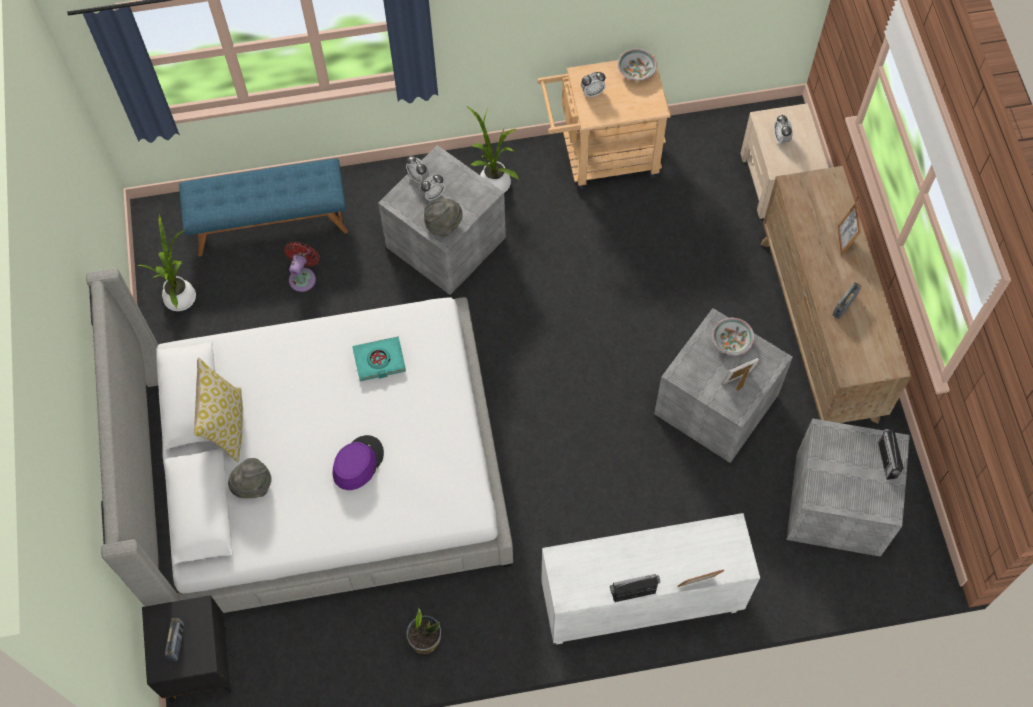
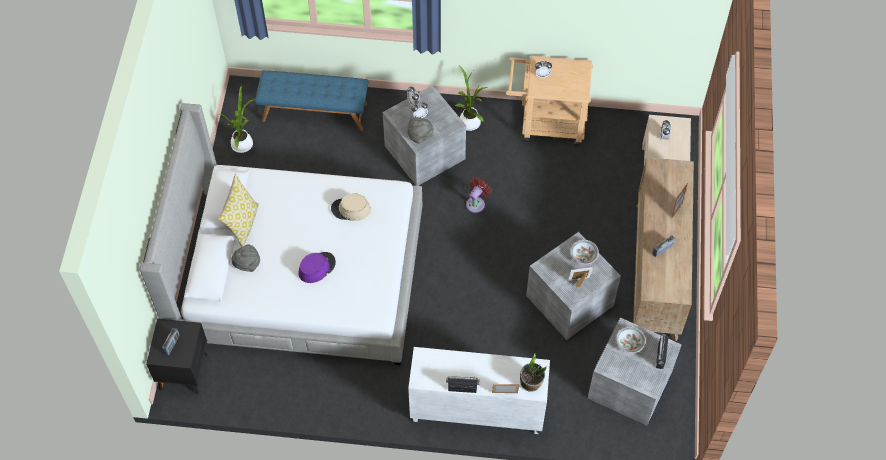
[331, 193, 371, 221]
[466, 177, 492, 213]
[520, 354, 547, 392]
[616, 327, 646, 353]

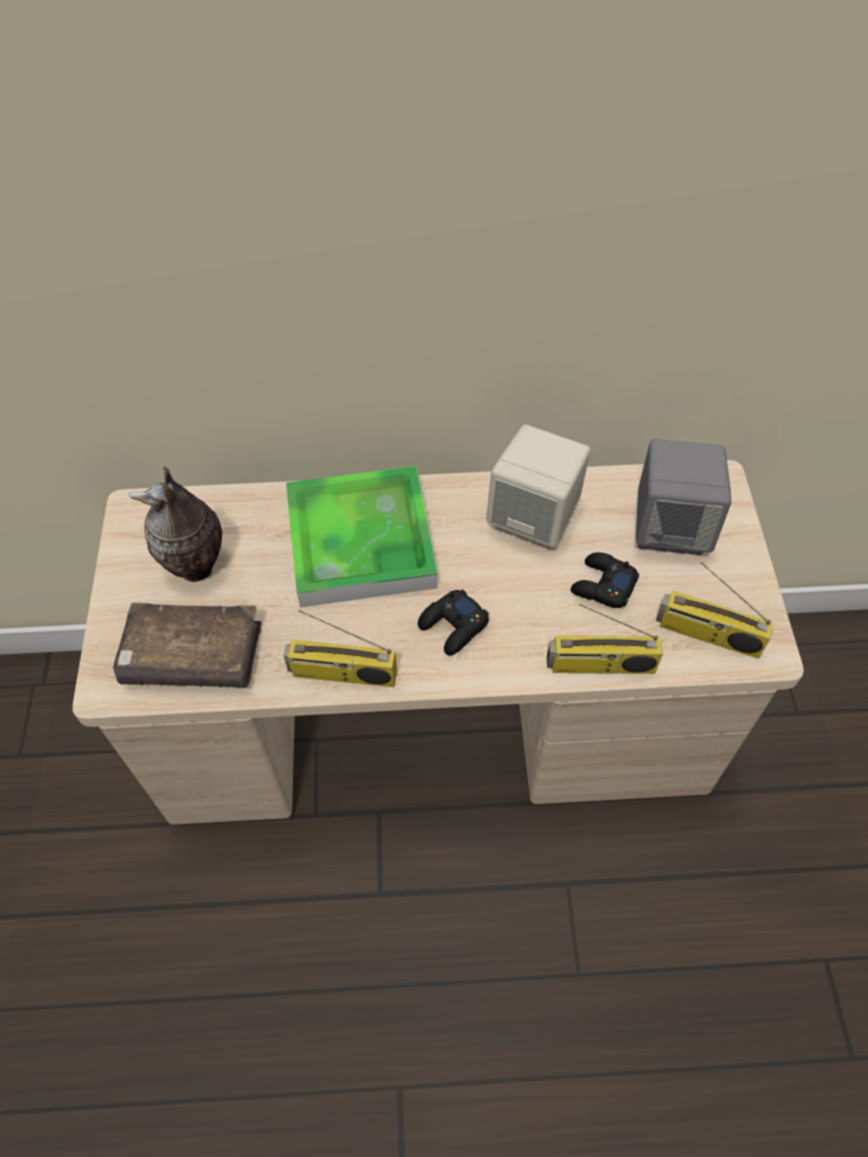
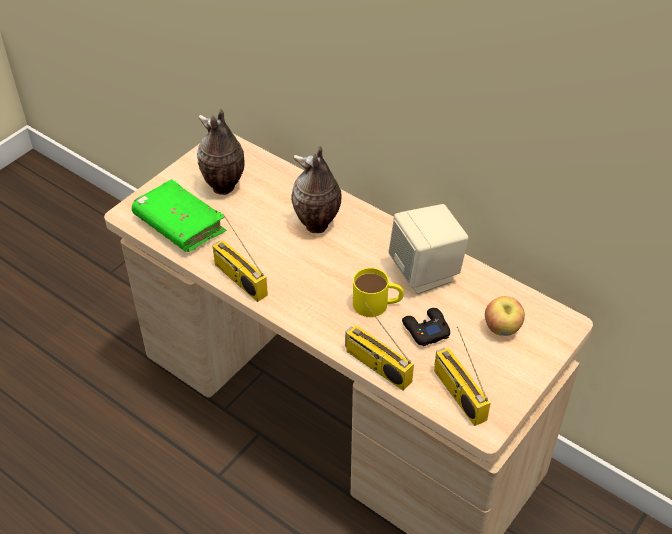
[132, 179, 226, 252]
[291, 145, 341, 233]
[353, 268, 404, 317]
[485, 296, 525, 336]
[418, 589, 489, 656] (first image)

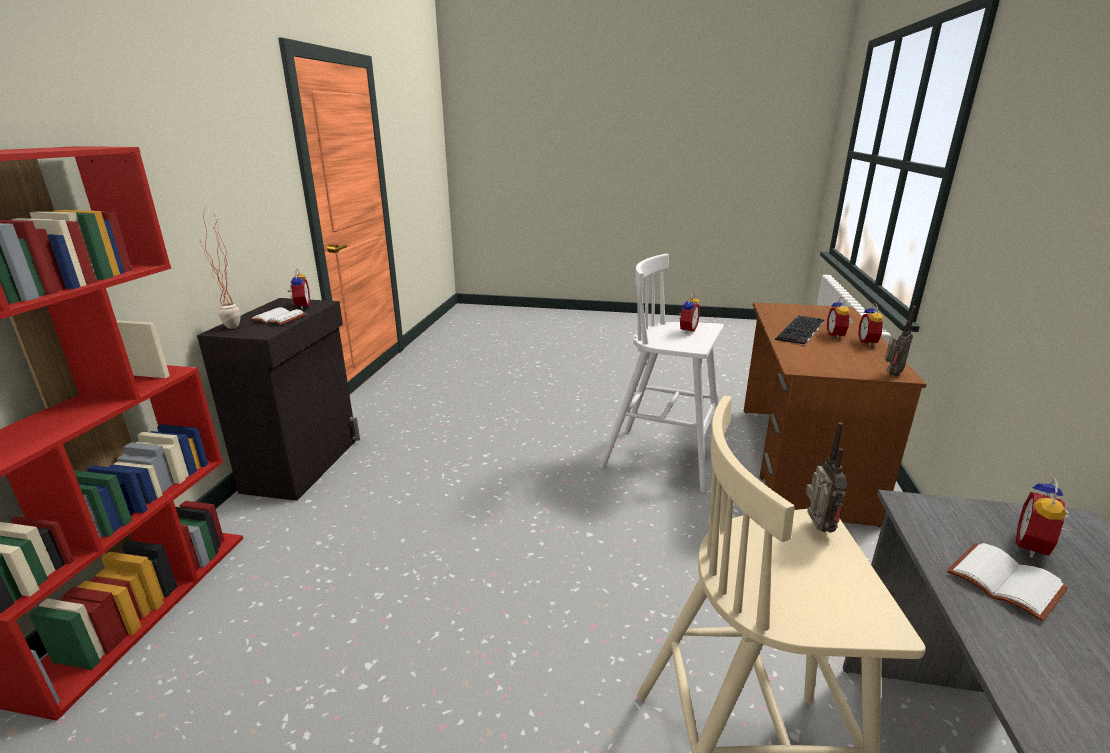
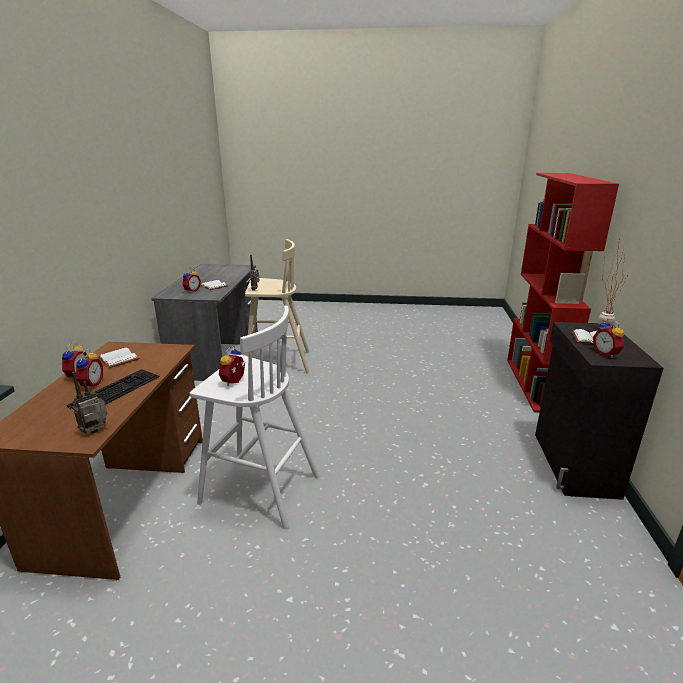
[72, 372, 107, 433]
[98, 348, 139, 368]

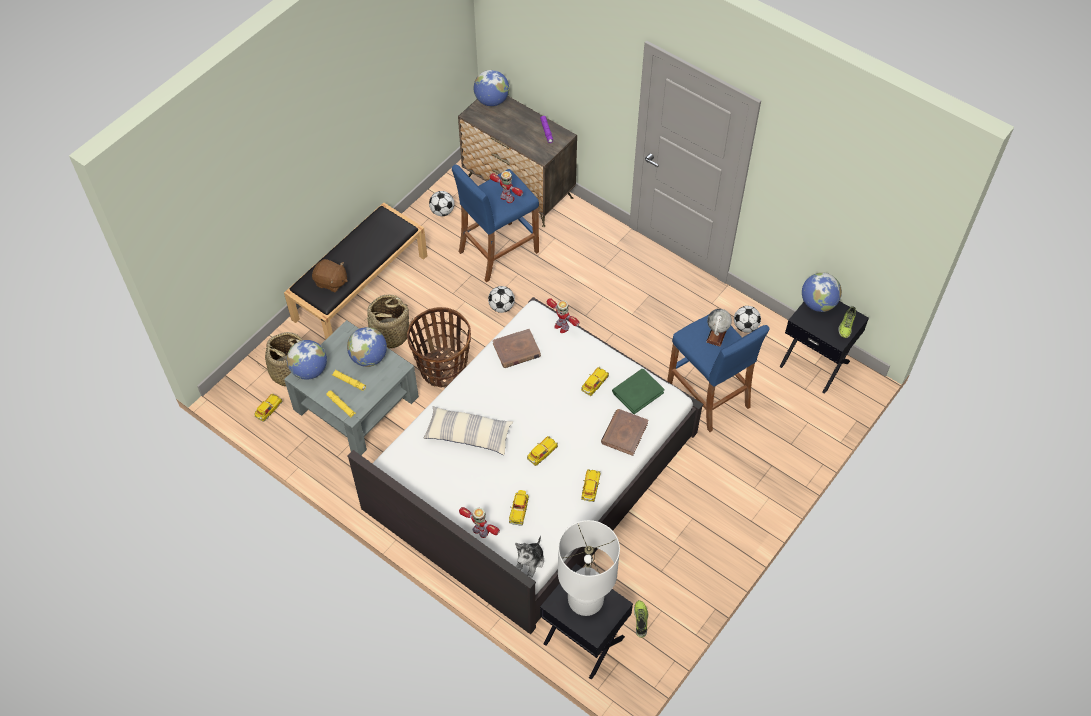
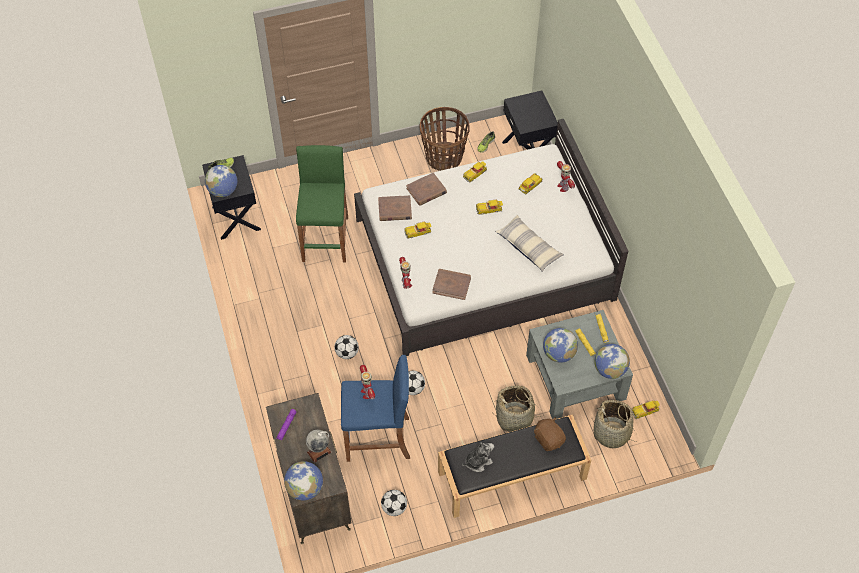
[296, 145, 348, 263]
[306, 430, 332, 463]
[334, 335, 359, 359]
[378, 195, 412, 221]
[419, 107, 470, 171]
[462, 442, 494, 472]
[558, 520, 620, 616] (first image)

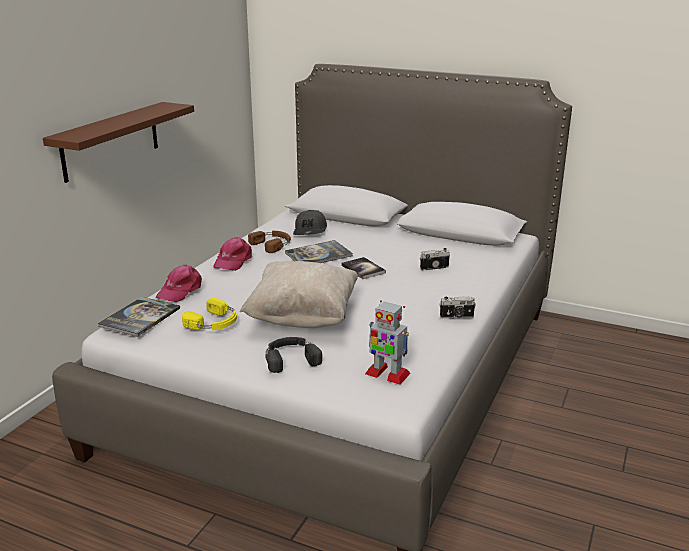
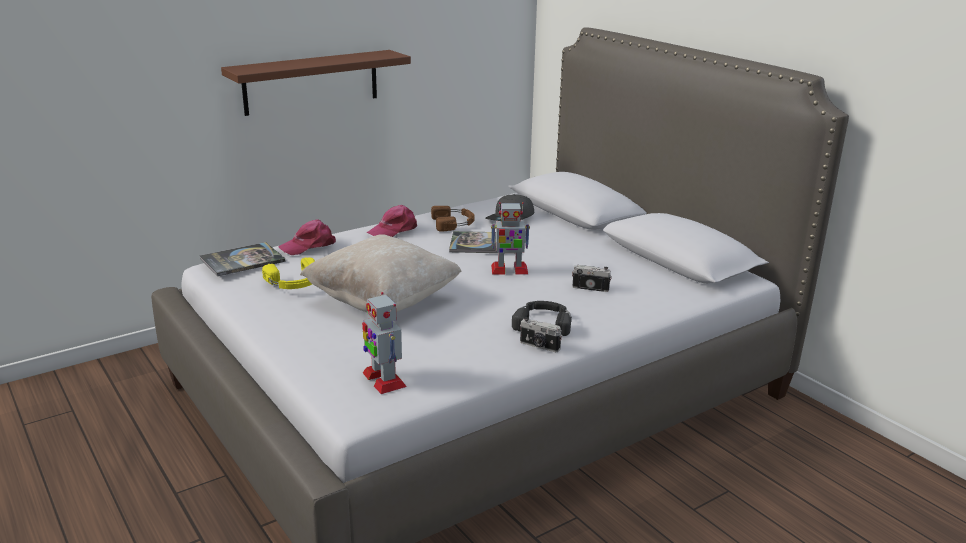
[491, 202, 530, 275]
[512, 301, 572, 336]

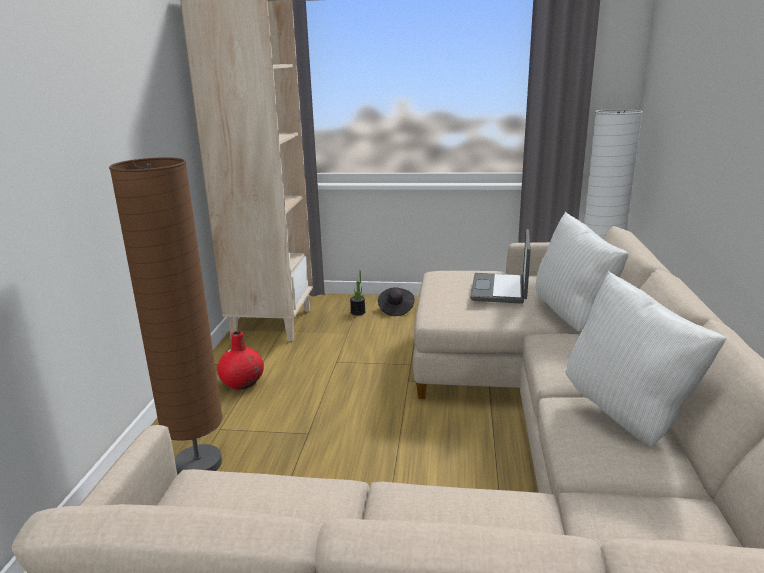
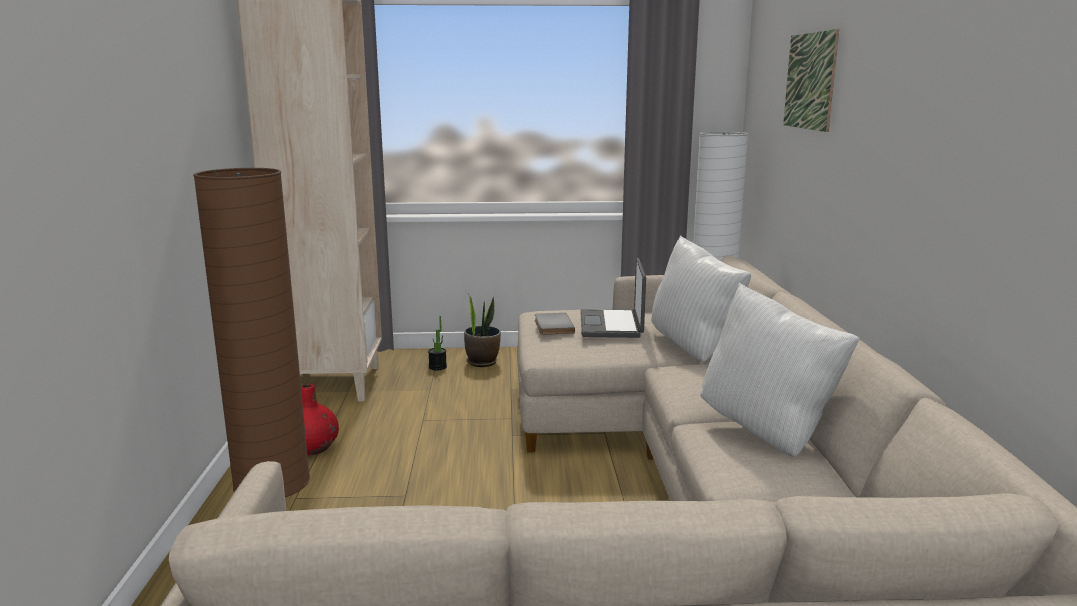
[464, 294, 501, 367]
[535, 313, 575, 335]
[783, 29, 839, 132]

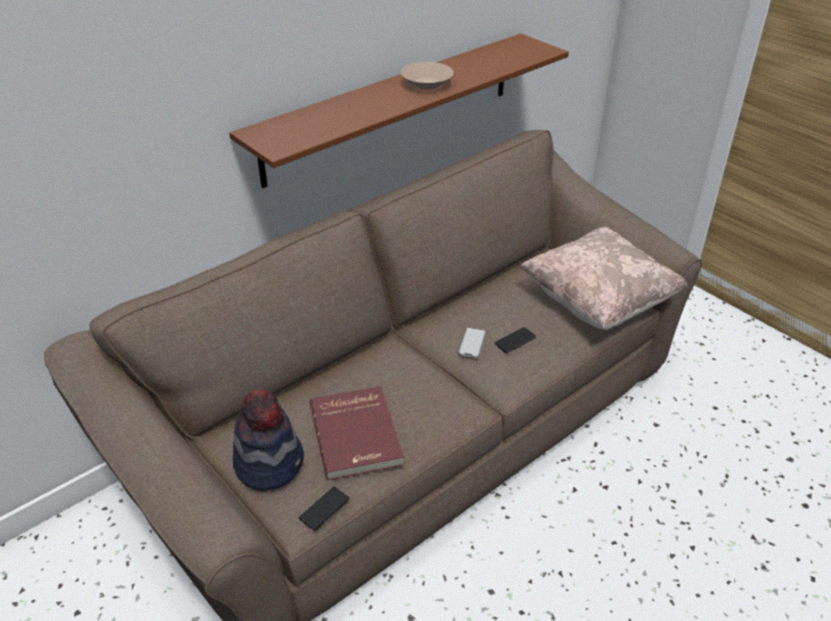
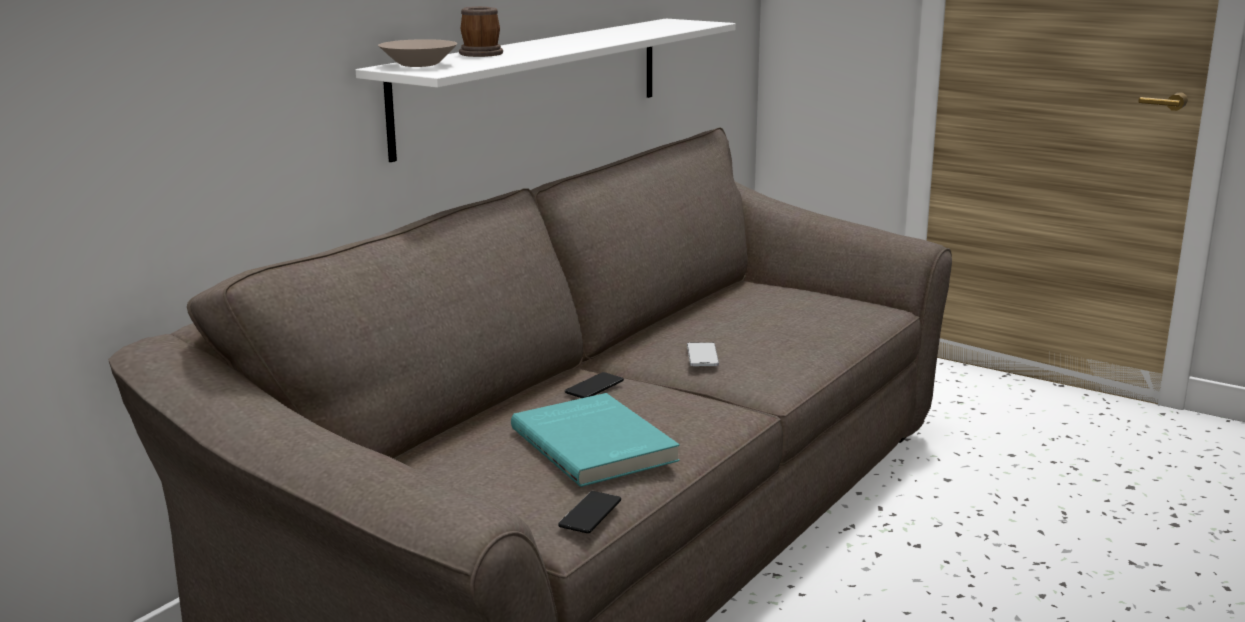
[356, 19, 736, 162]
[378, 39, 457, 67]
[459, 6, 503, 57]
[511, 393, 680, 487]
[565, 372, 624, 398]
[233, 389, 304, 491] (first image)
[520, 227, 687, 330] (first image)

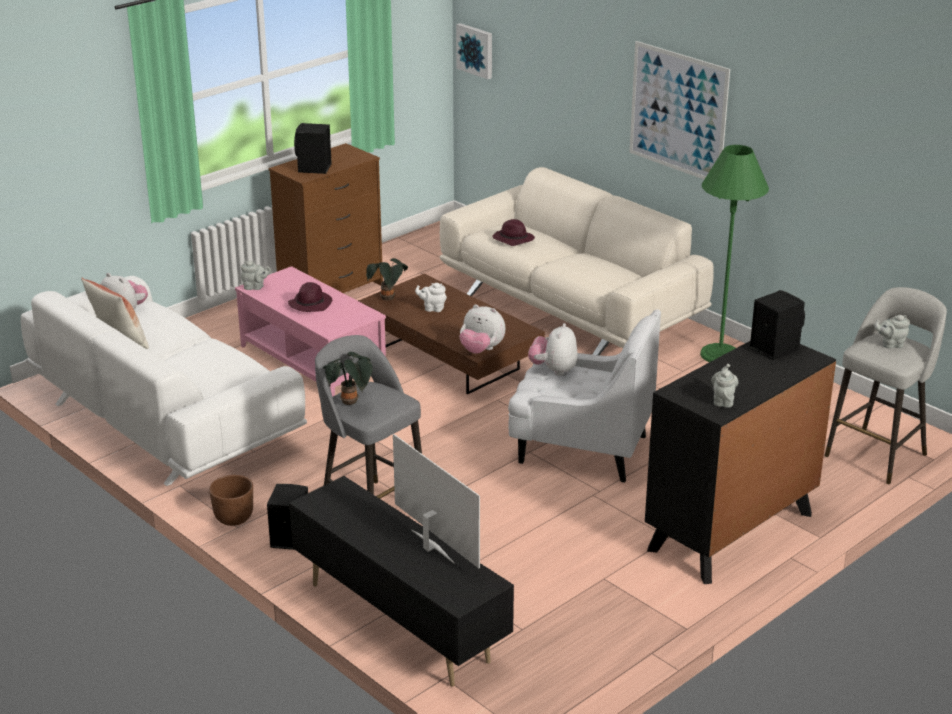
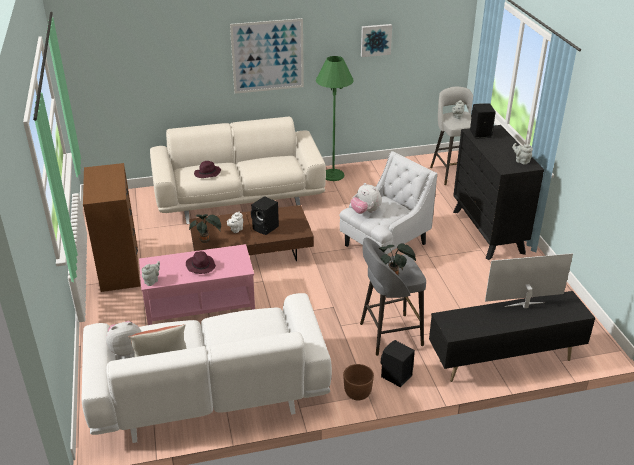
[251, 196, 279, 235]
[361, 24, 392, 57]
[460, 304, 505, 354] (first image)

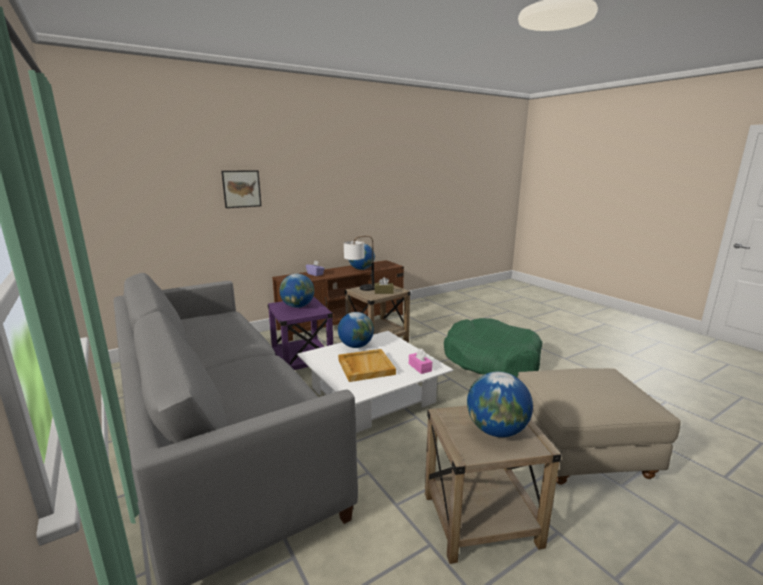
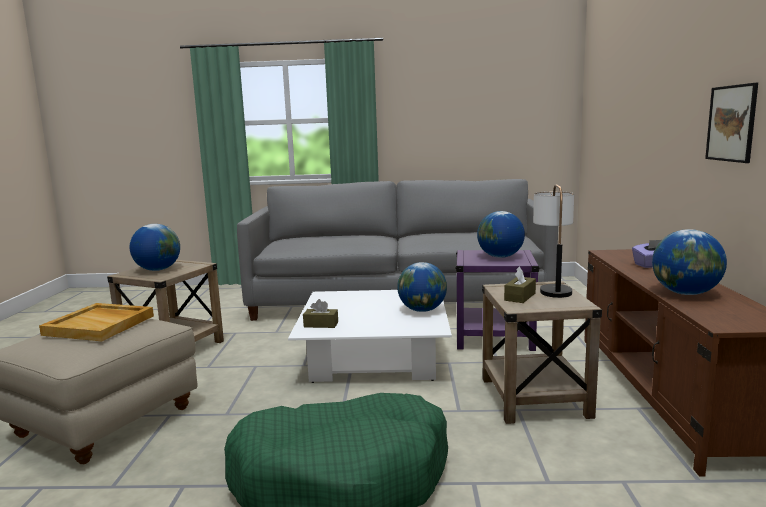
[39, 303, 154, 341]
[303, 299, 338, 328]
[705, 83, 758, 163]

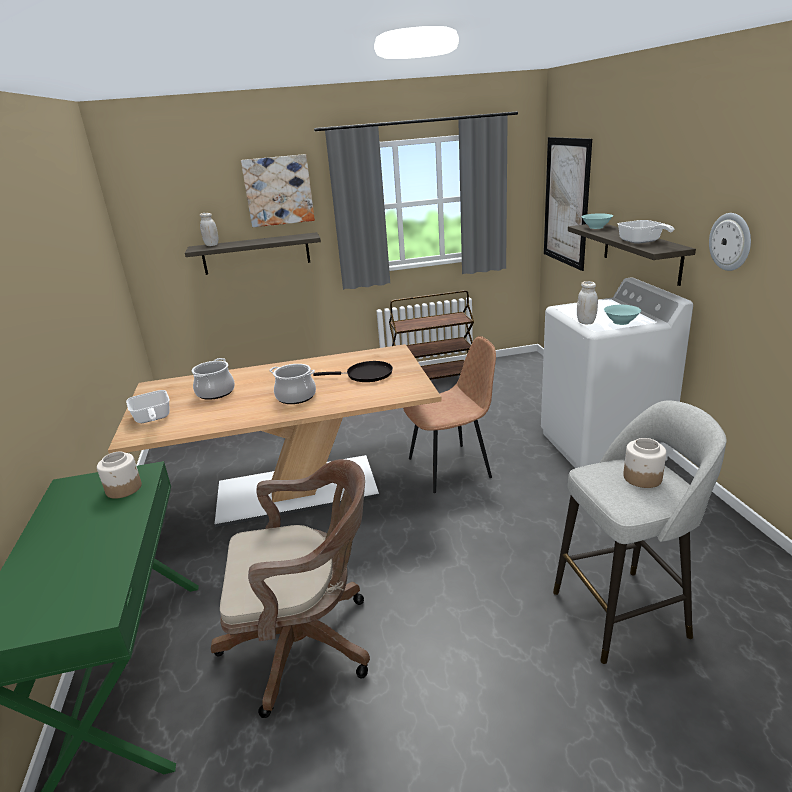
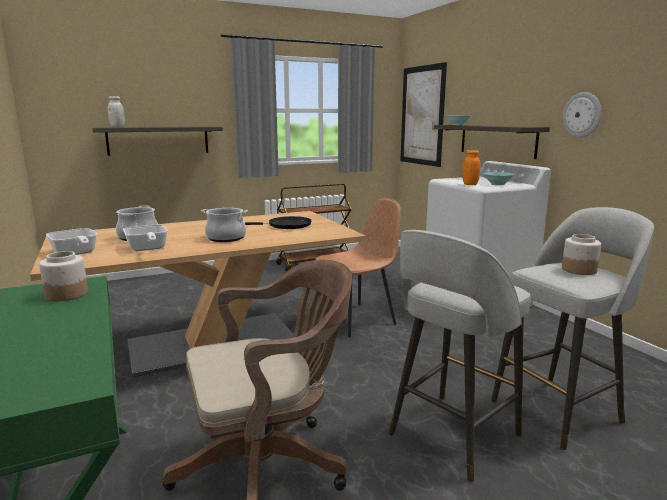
[123, 224, 168, 251]
[388, 230, 531, 482]
[462, 150, 480, 185]
[241, 154, 315, 227] (first image)

